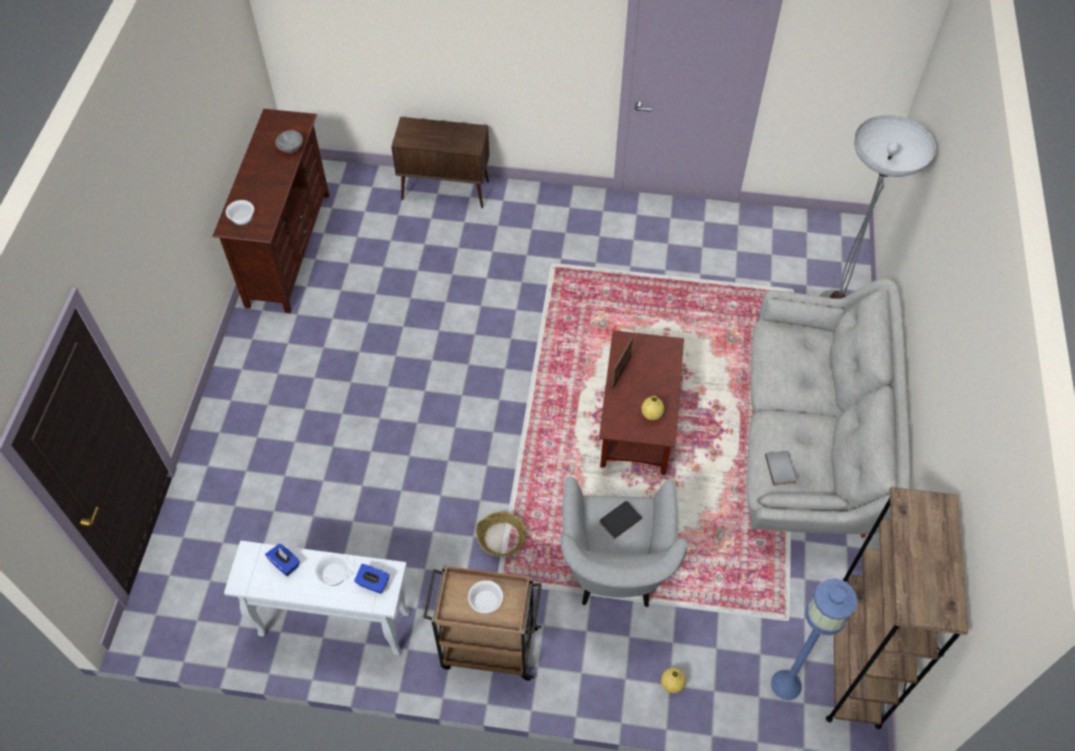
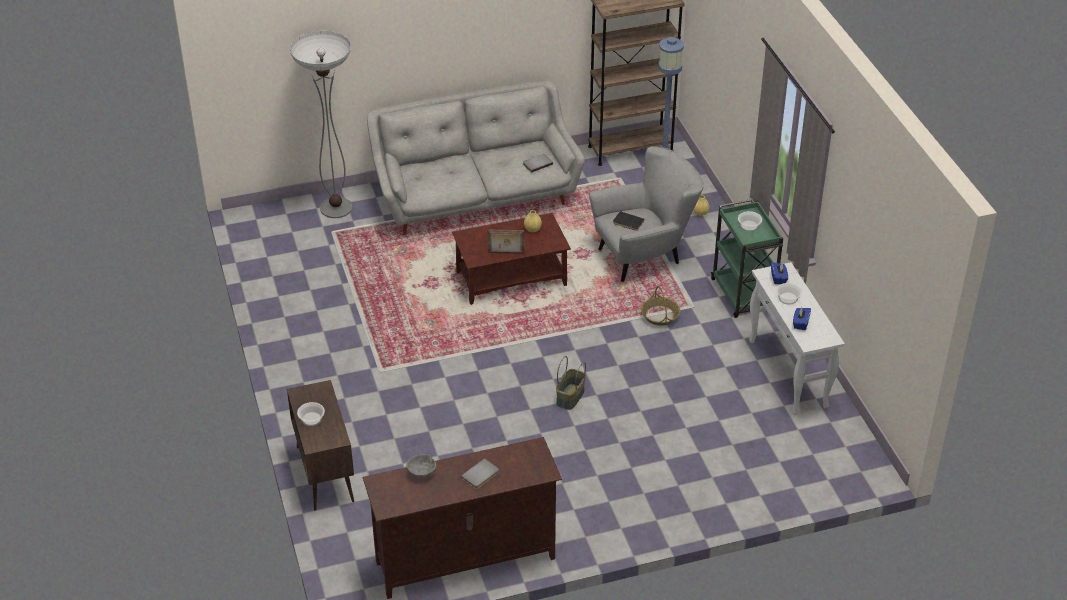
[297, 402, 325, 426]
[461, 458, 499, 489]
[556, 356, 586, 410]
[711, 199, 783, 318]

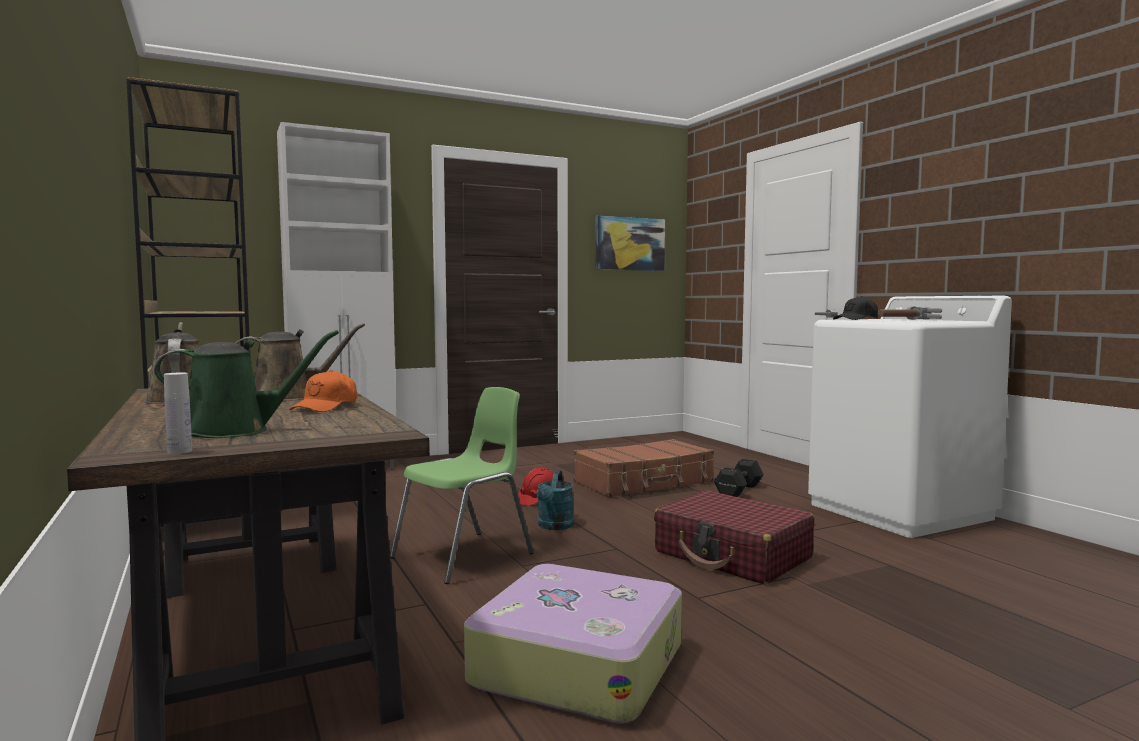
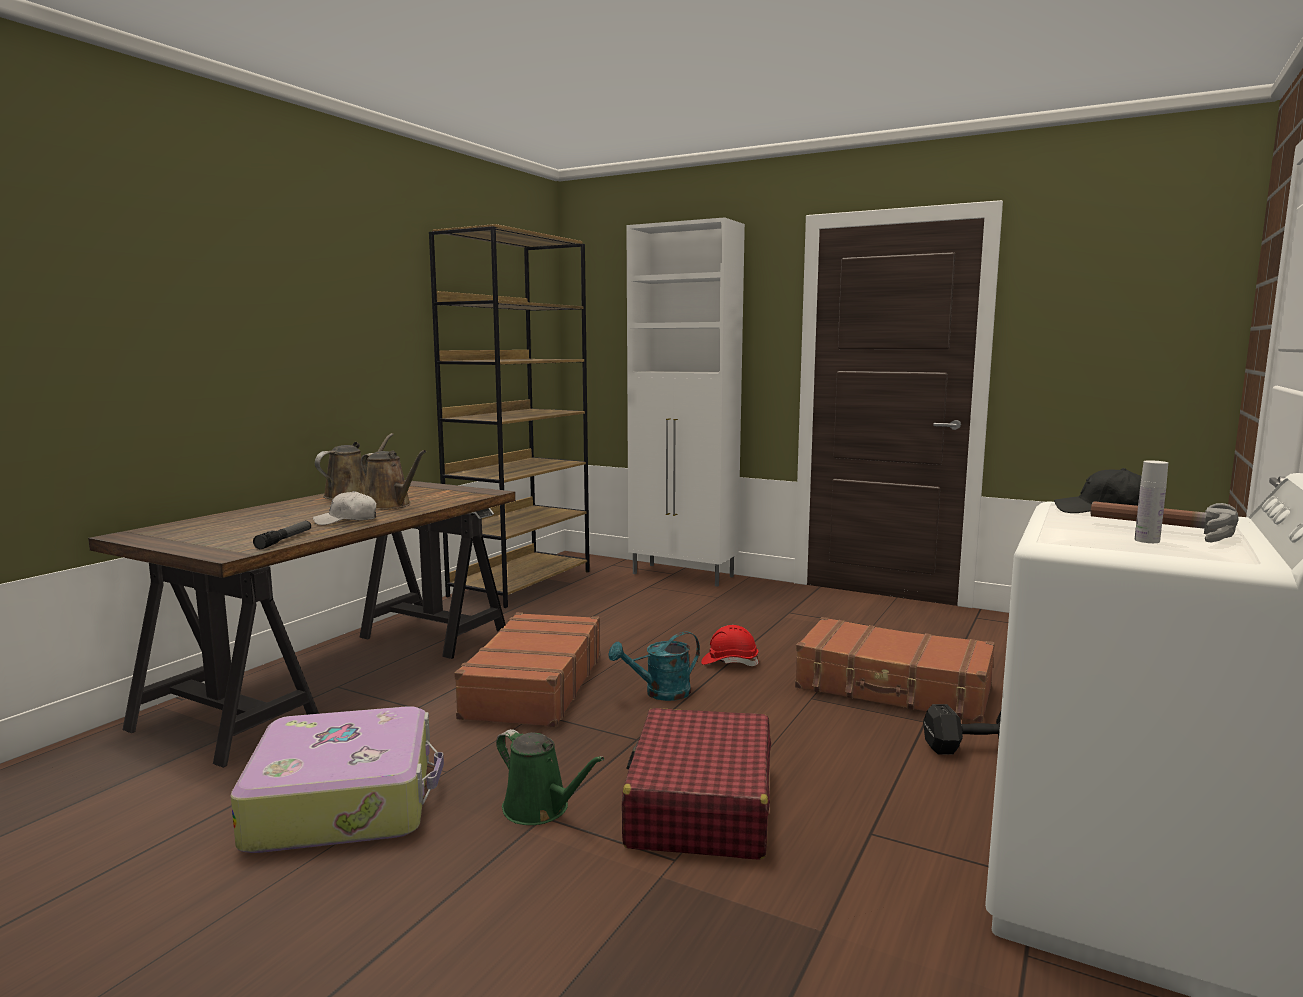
[253, 521, 311, 549]
[313, 491, 377, 525]
[454, 612, 600, 727]
[496, 729, 604, 825]
[1135, 460, 1168, 543]
[596, 215, 665, 271] (first image)

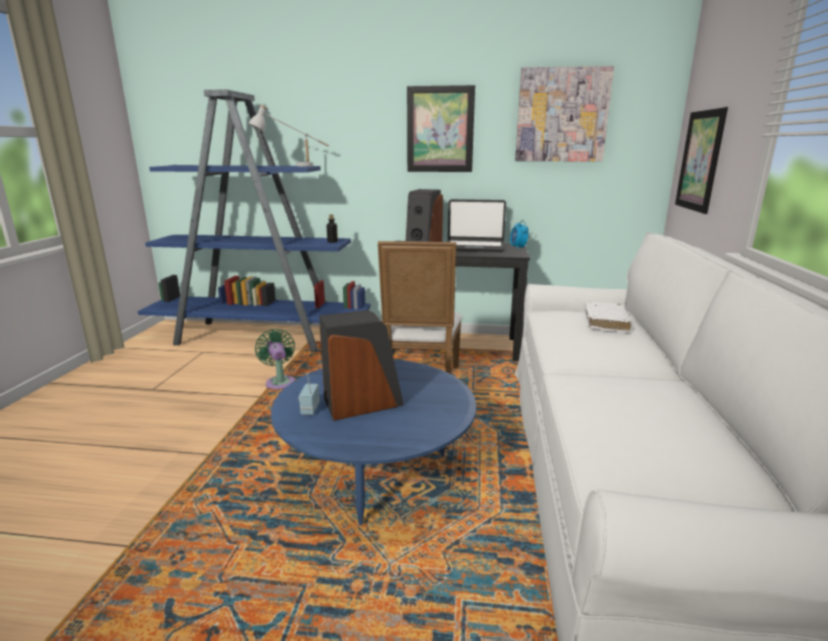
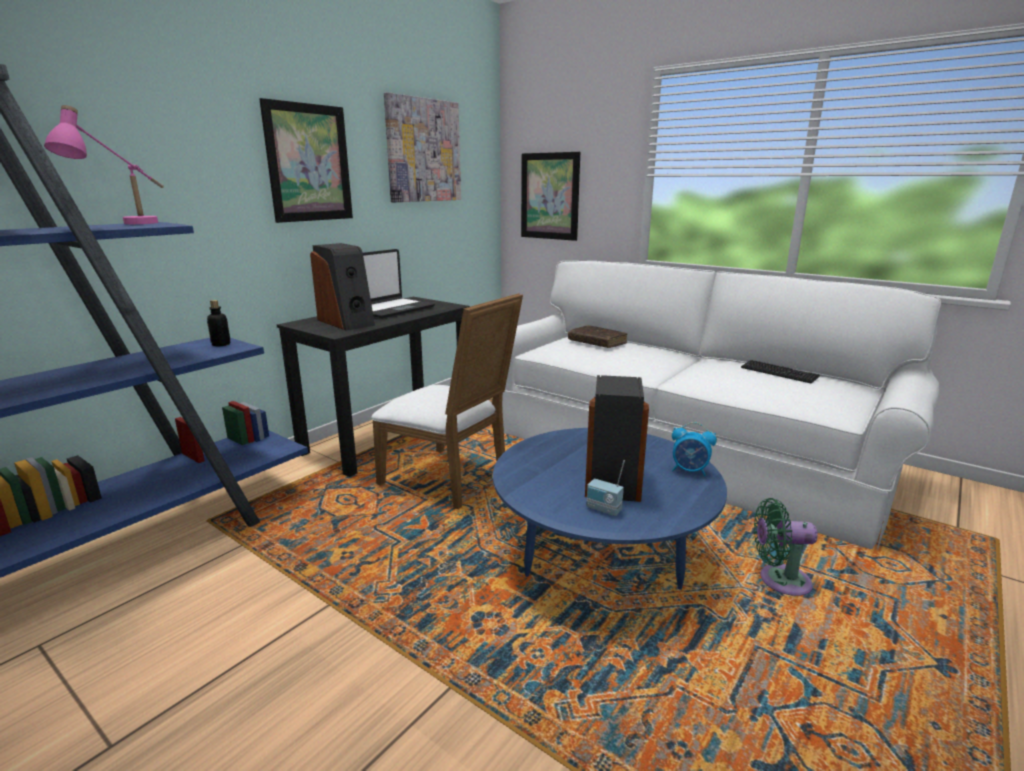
[44, 105, 164, 224]
[568, 325, 627, 348]
[672, 422, 717, 476]
[741, 360, 820, 383]
[754, 498, 818, 596]

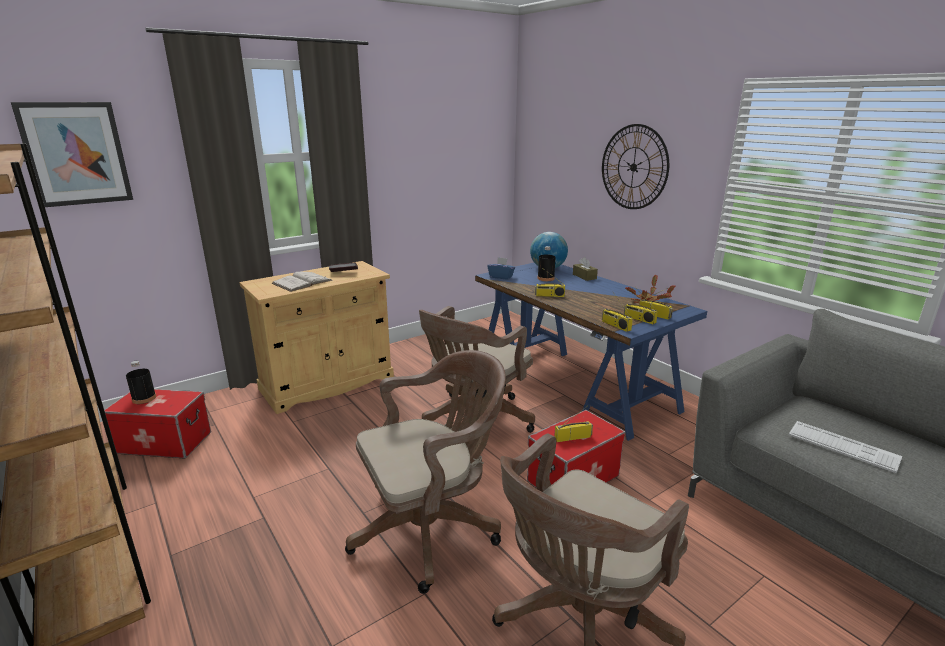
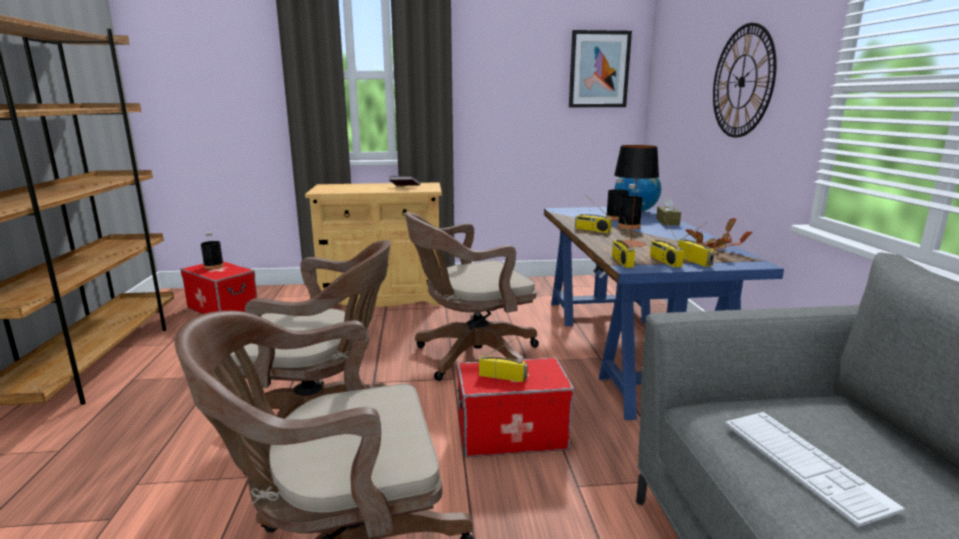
[569, 30, 632, 107]
[614, 145, 659, 247]
[618, 184, 643, 229]
[271, 272, 333, 292] (first image)
[487, 257, 515, 280] (first image)

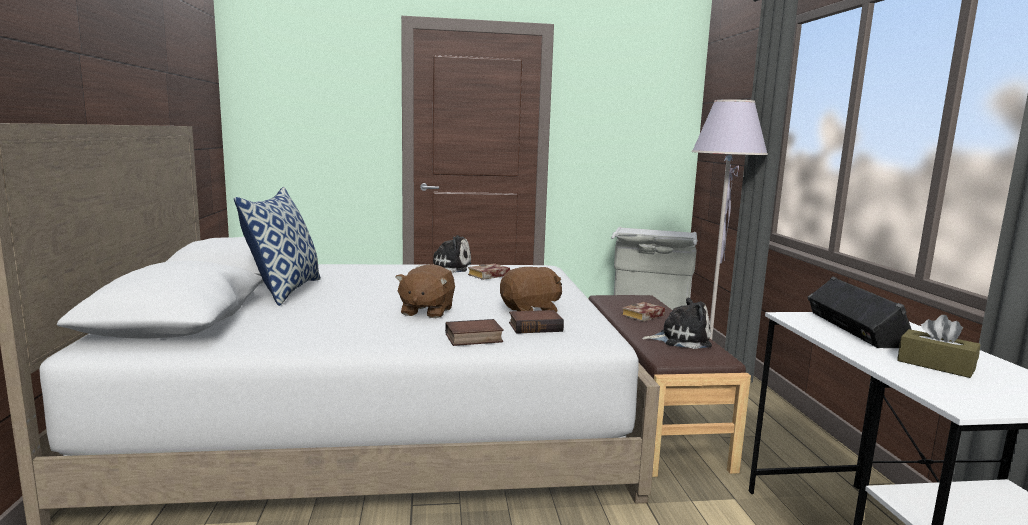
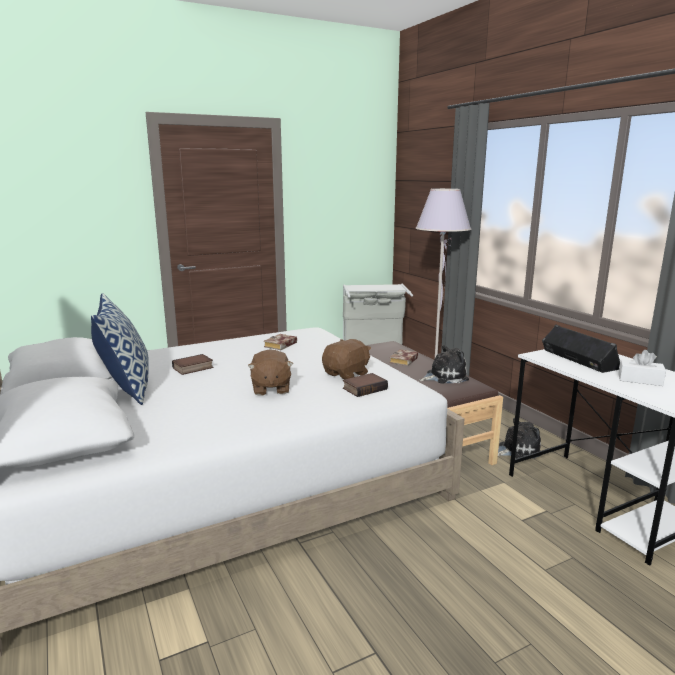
[172, 354, 213, 375]
[498, 418, 541, 459]
[619, 350, 666, 386]

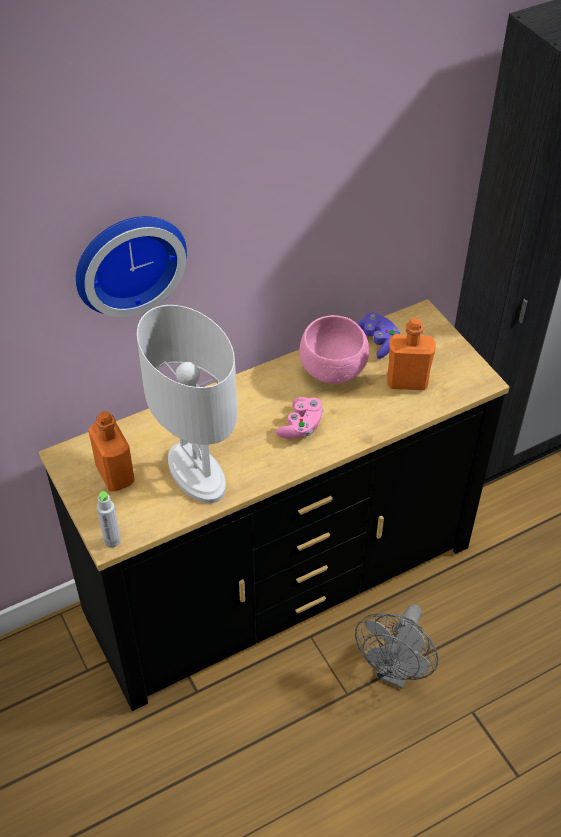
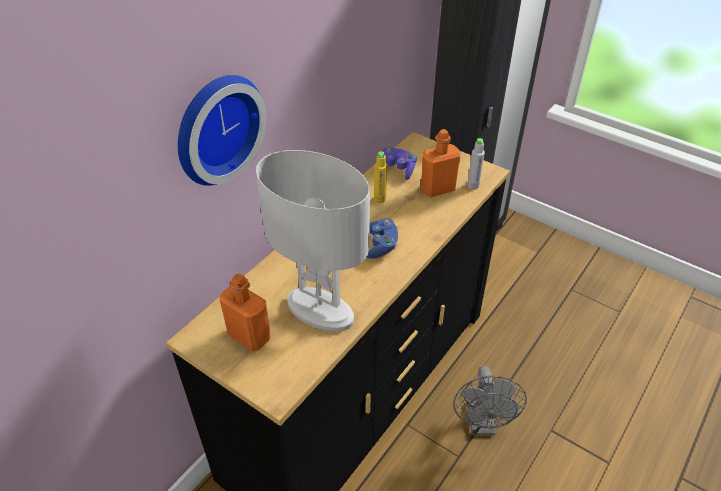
[367, 218, 398, 259]
[374, 151, 387, 203]
[467, 138, 485, 189]

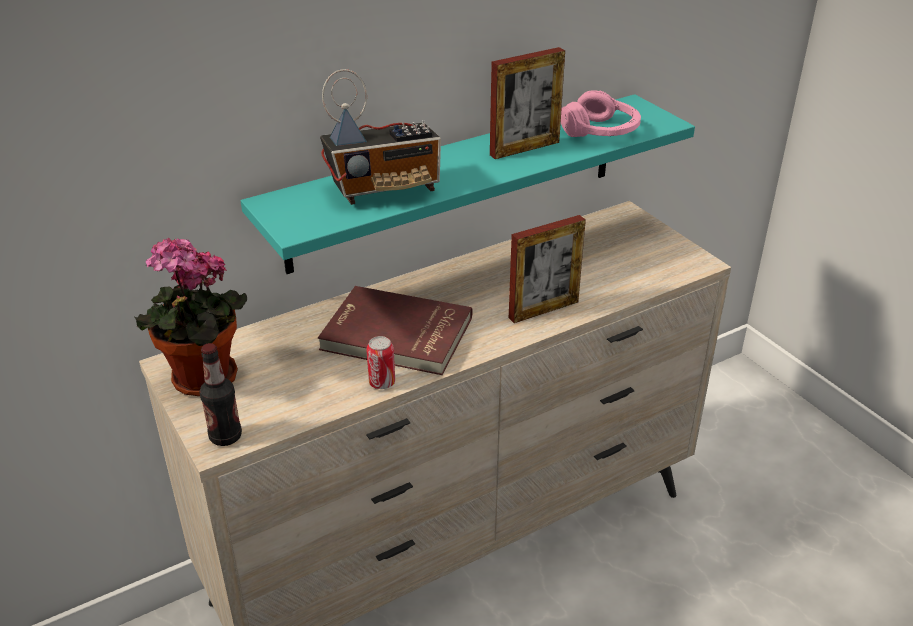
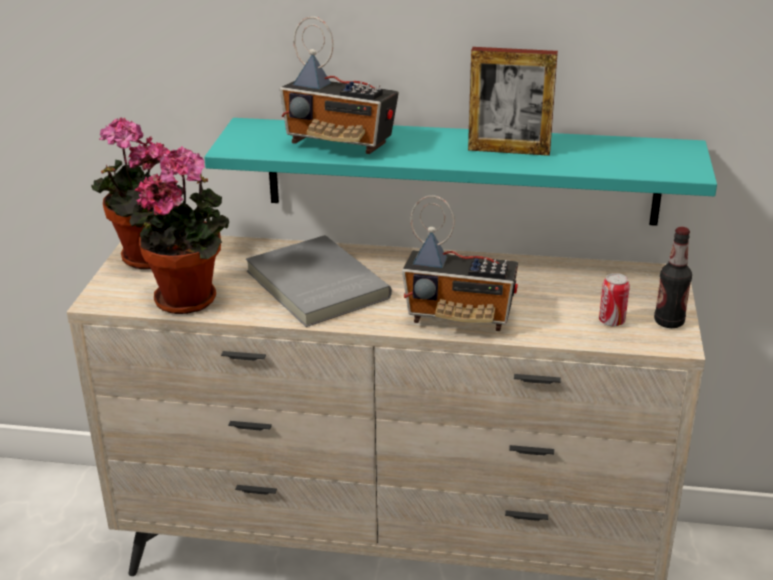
[129, 146, 229, 314]
[246, 235, 392, 327]
[402, 195, 518, 331]
[599, 273, 630, 326]
[654, 227, 692, 328]
[561, 90, 641, 137] (first image)

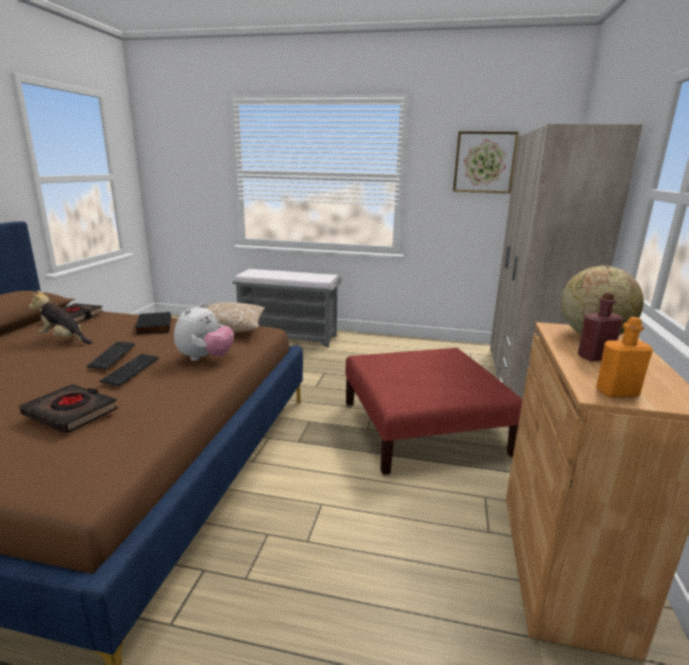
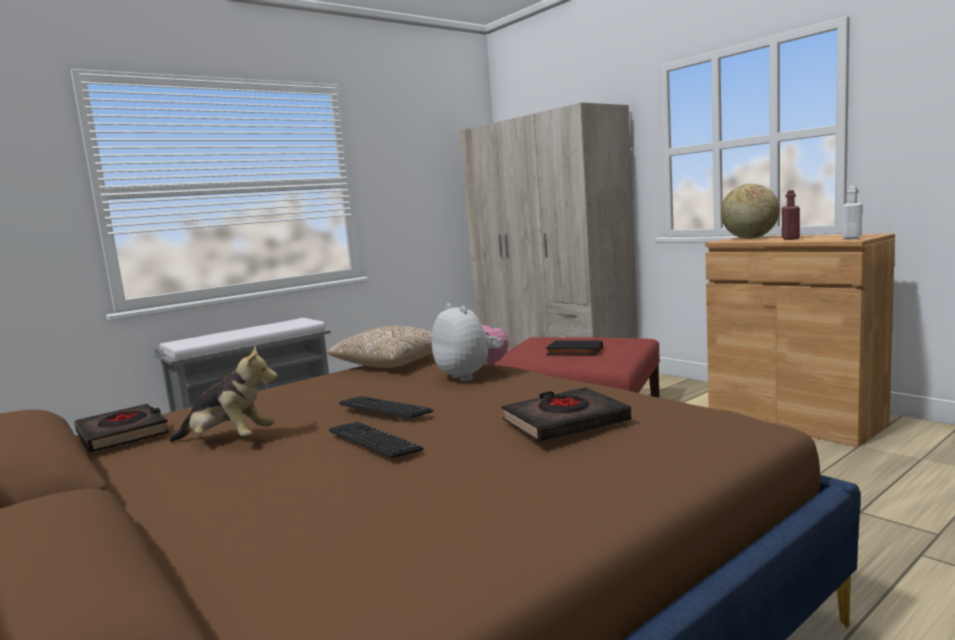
[169, 345, 278, 442]
[329, 422, 424, 459]
[546, 340, 603, 356]
[842, 185, 862, 239]
[453, 131, 519, 193] (first image)

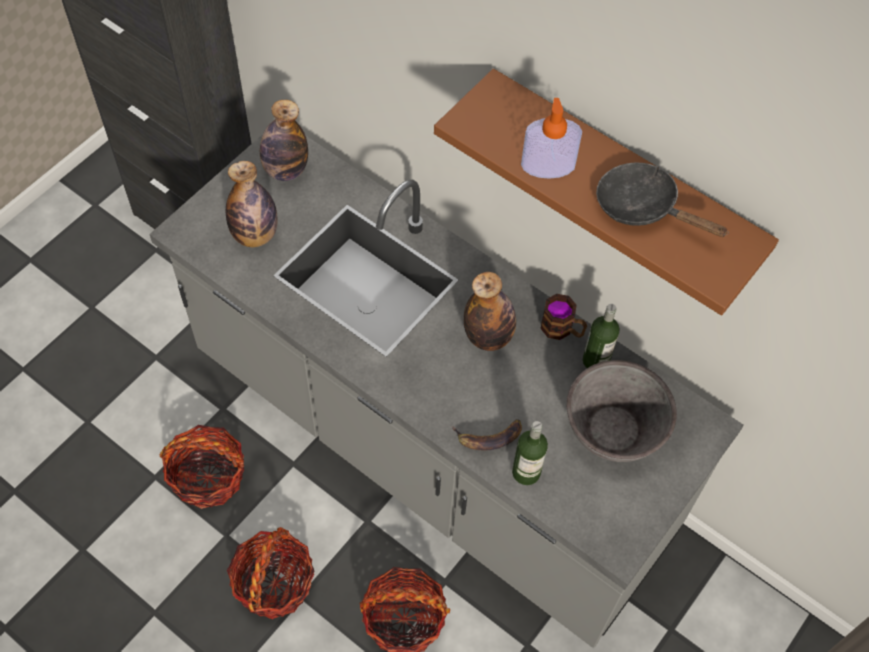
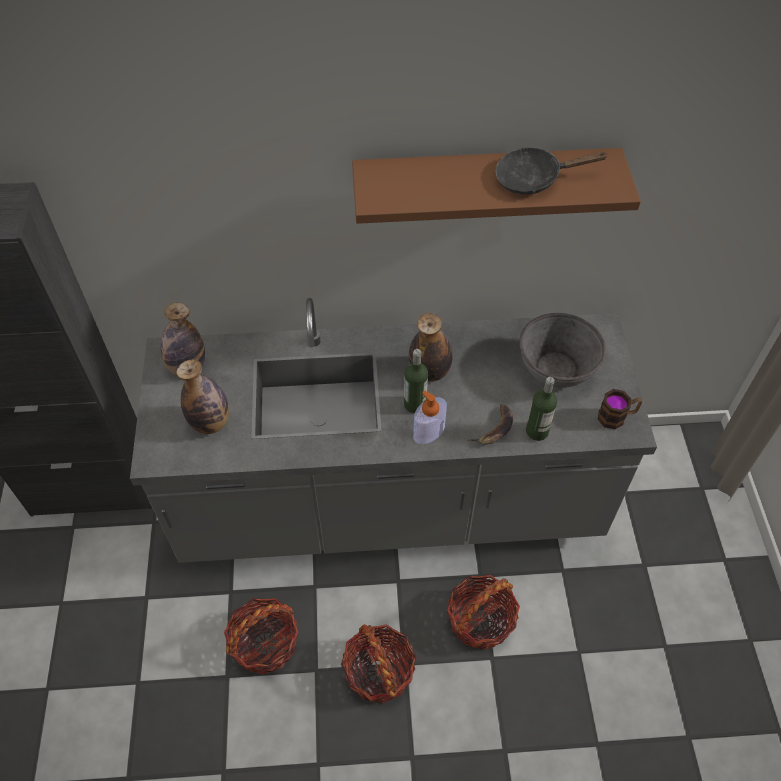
[404, 349, 428, 413]
[413, 390, 447, 444]
[598, 389, 642, 429]

